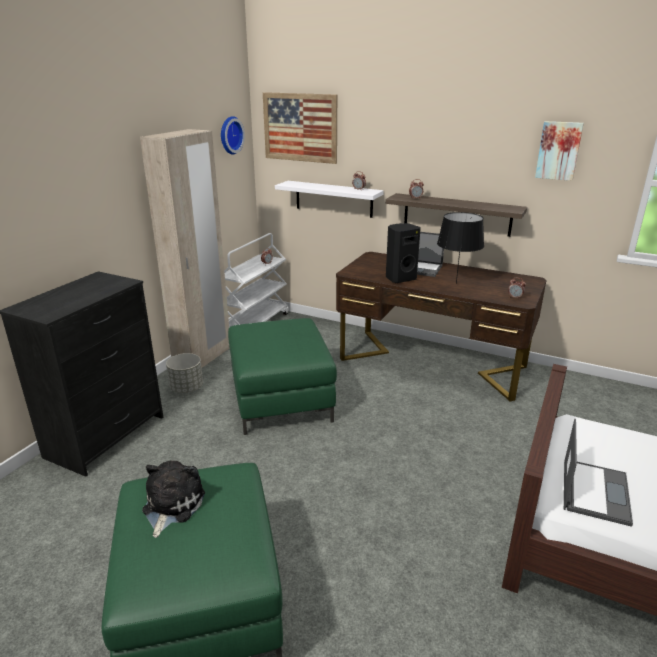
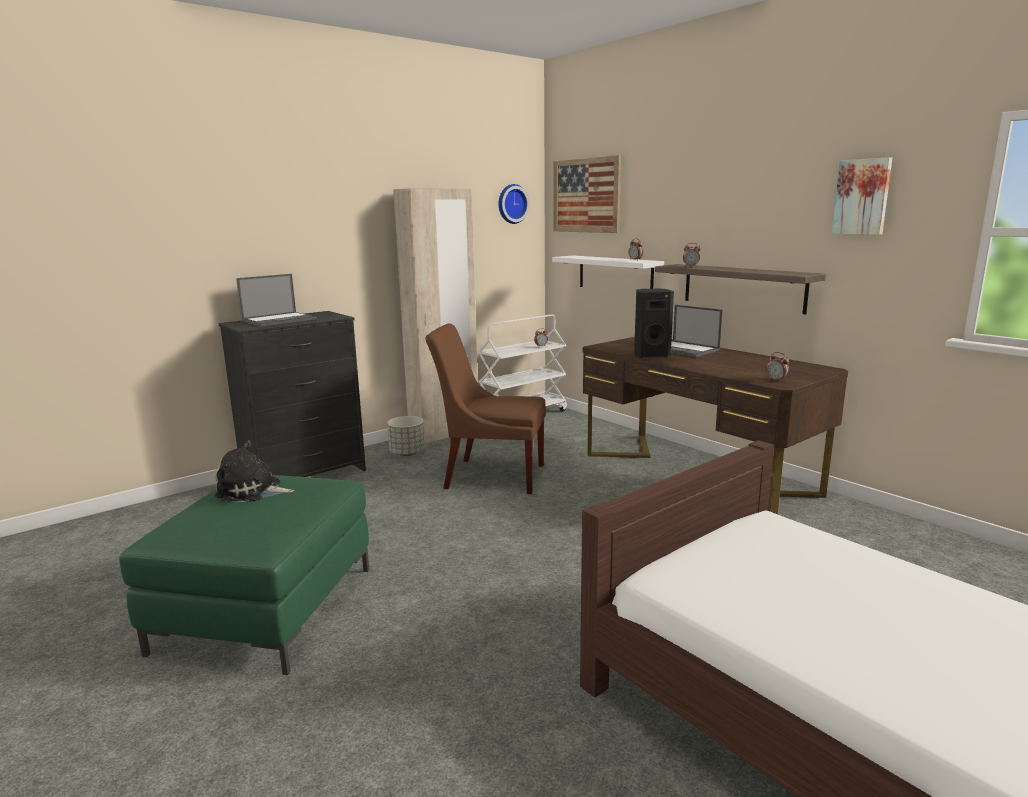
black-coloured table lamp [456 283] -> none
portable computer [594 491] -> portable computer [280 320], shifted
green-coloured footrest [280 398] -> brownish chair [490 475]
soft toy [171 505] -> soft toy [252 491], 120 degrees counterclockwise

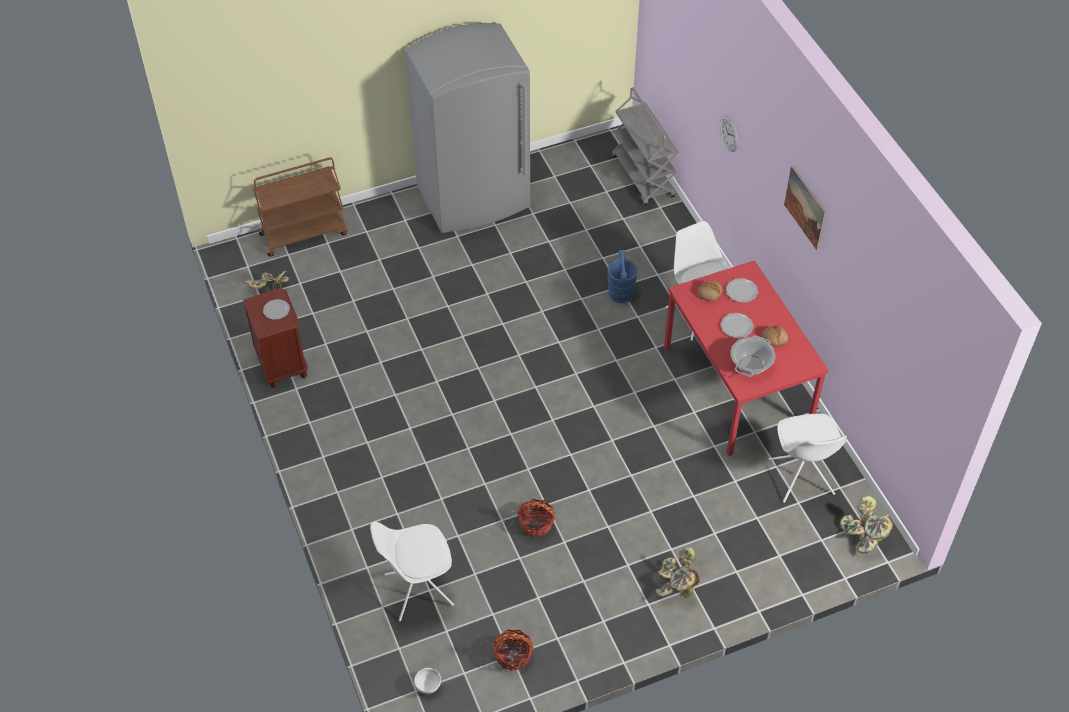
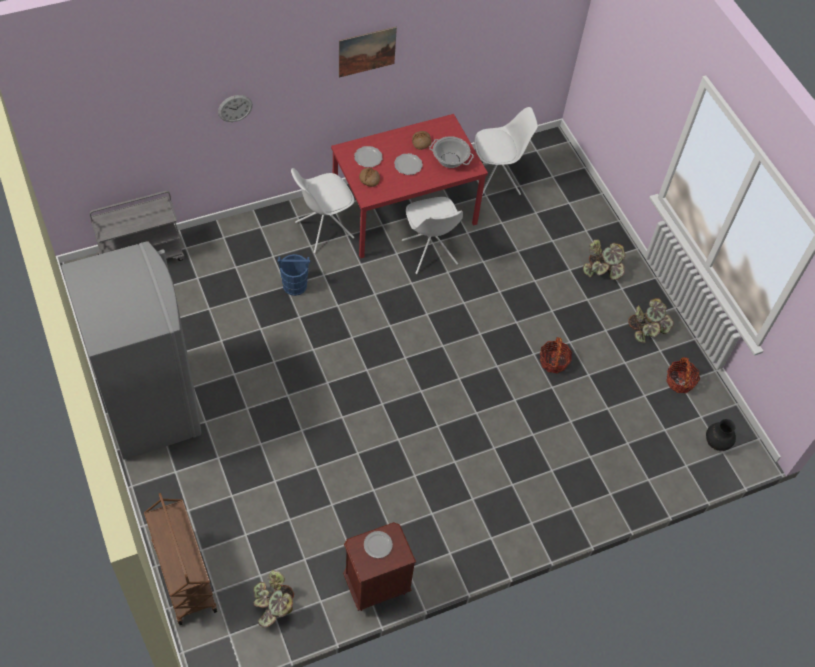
whitish chair [417 590] -> whitish chair [429 253], shifted
potted plant [864 536] -> potted plant [647 328], shifted
whitish deep dish [428 686] -> black-coloured decorative vase [716 442]

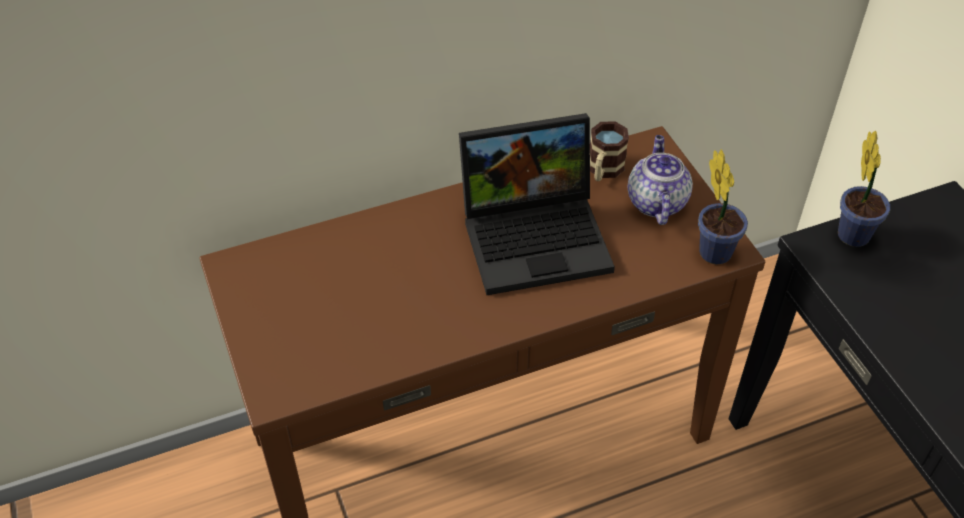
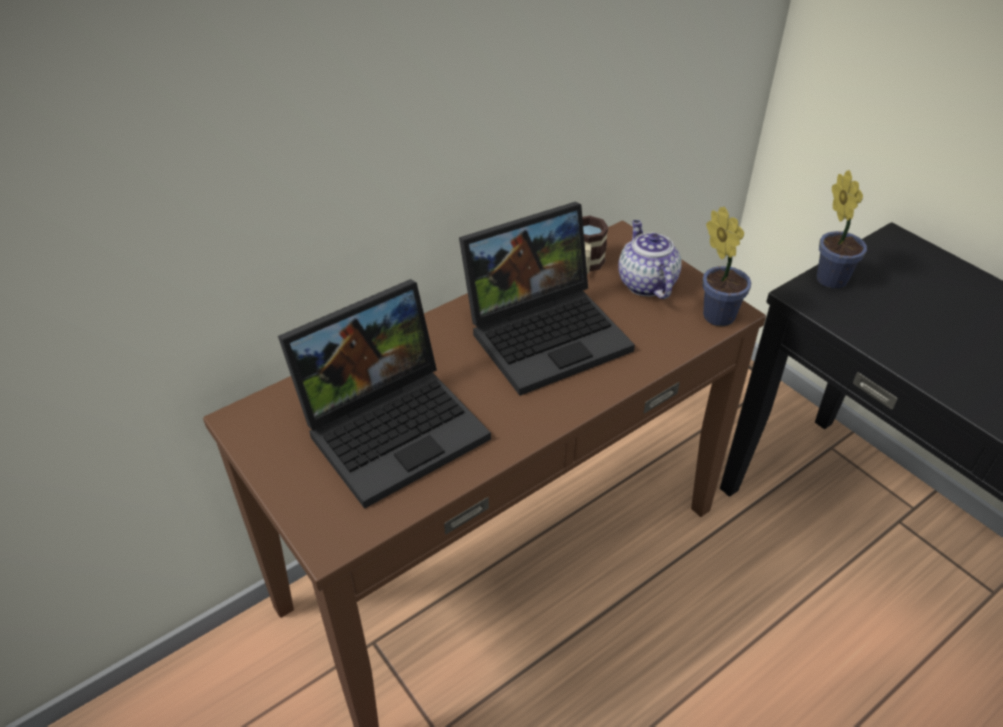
none -> portable computer [395 425]

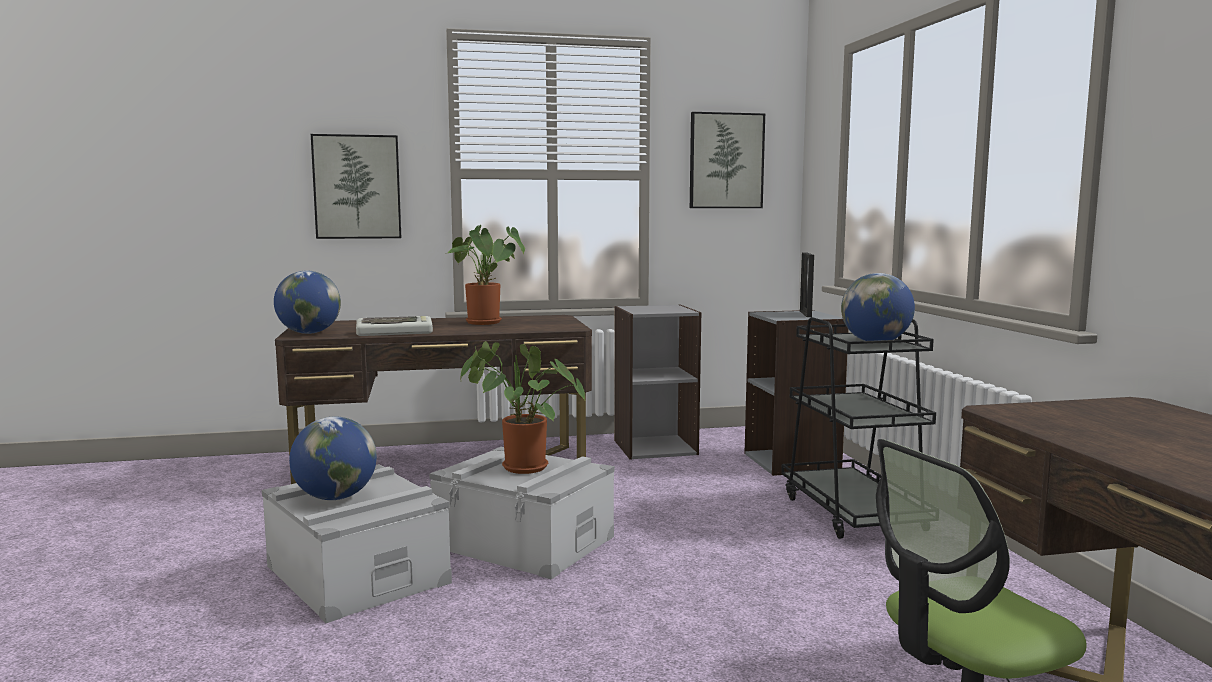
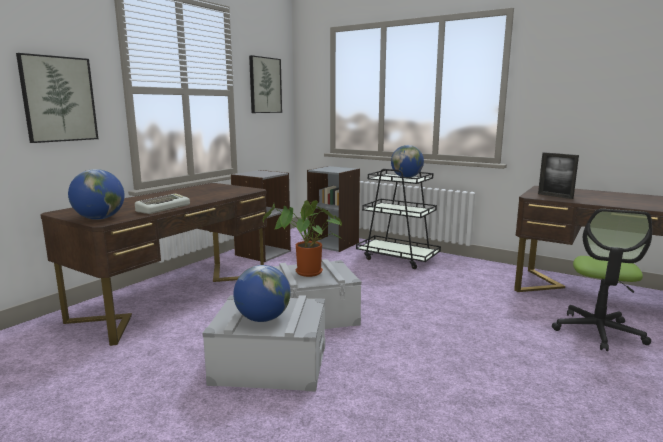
potted plant [487 323] -> none
photo frame [805 314] -> photo frame [555 196], shifted

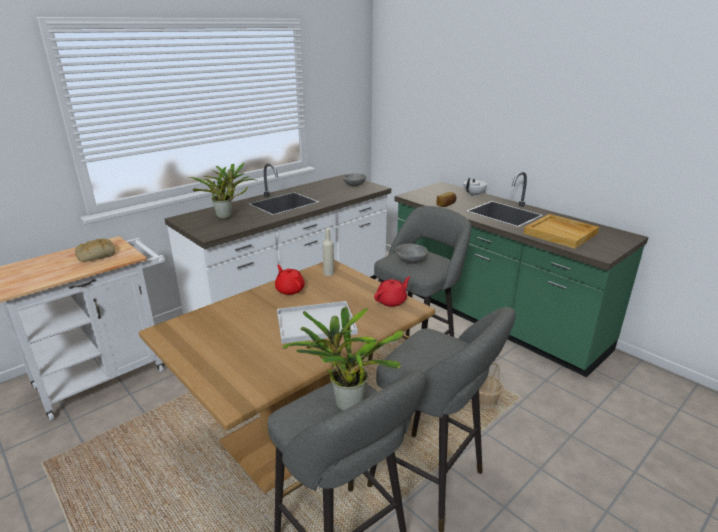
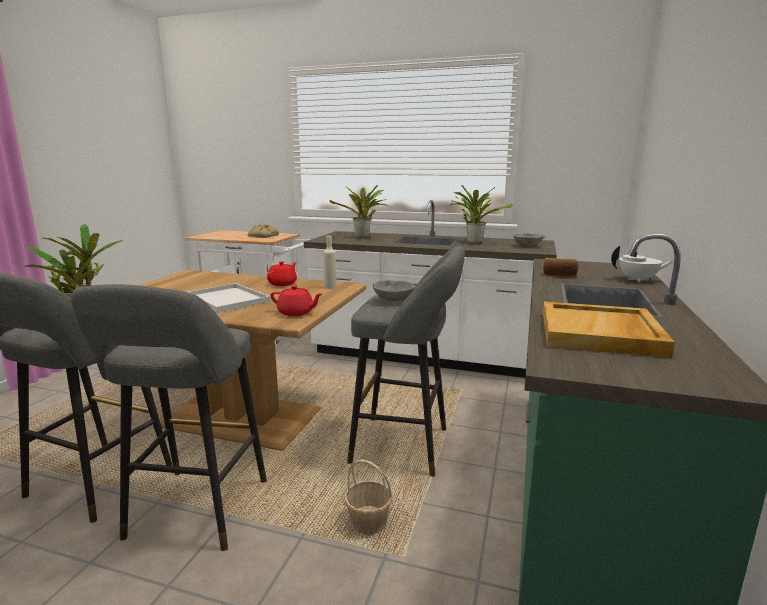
none -> potted plant [473 242]

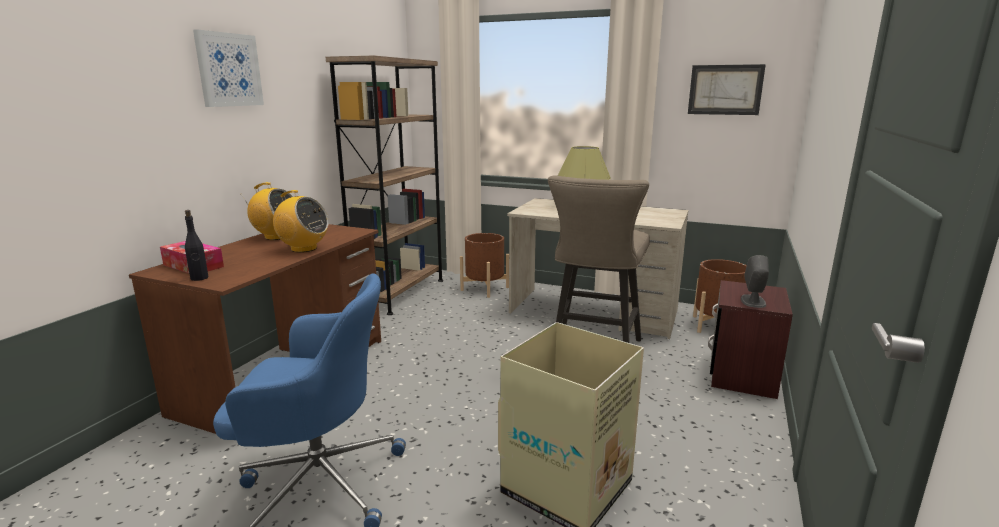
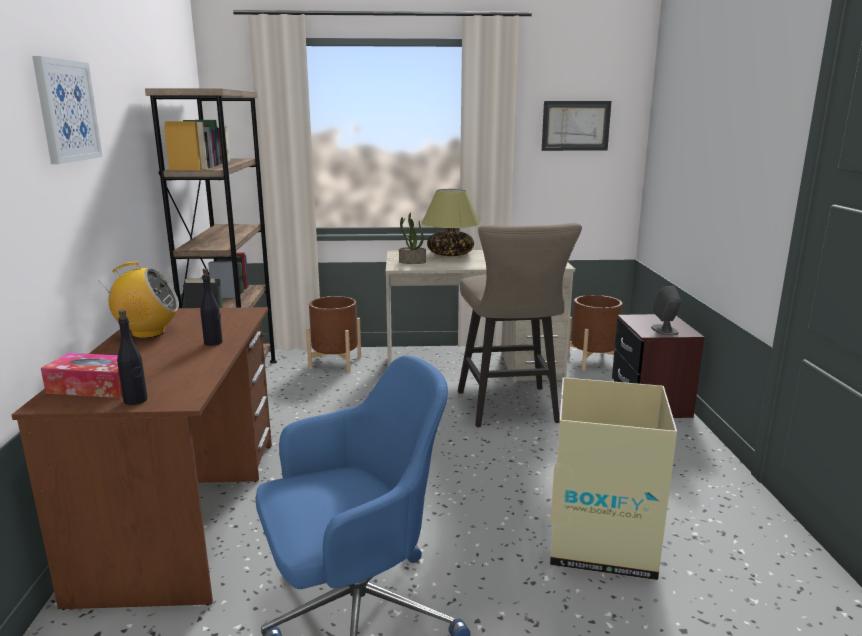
none -> potted plant [412 262]
radio [303 249] -> black-coloured drink bottle [213 343]

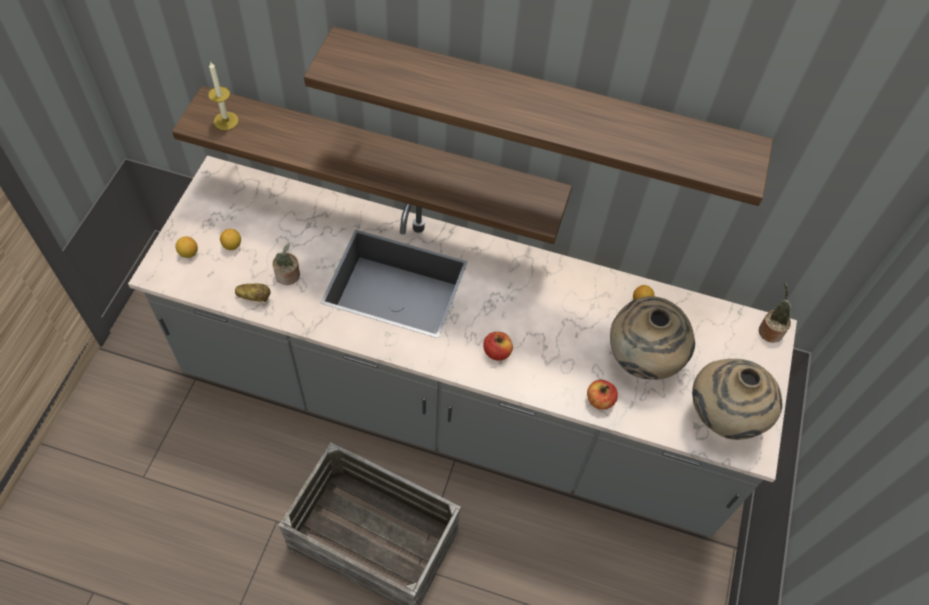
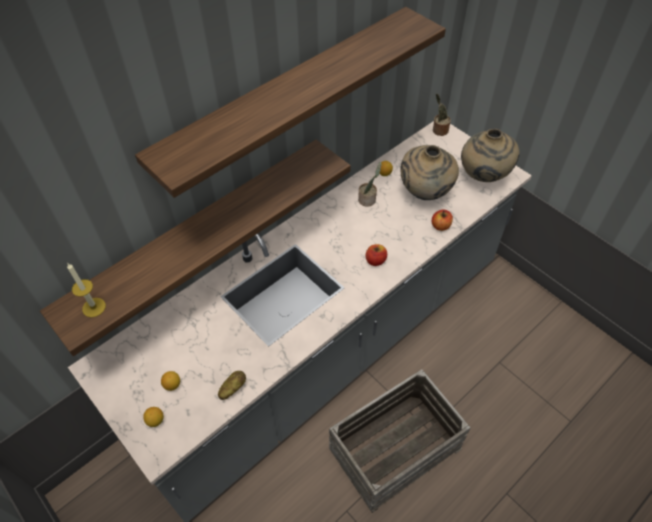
potted plant [288 276] -> potted plant [368 200], shifted

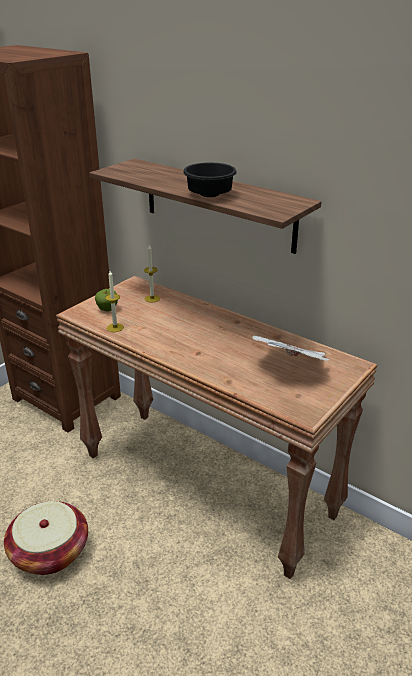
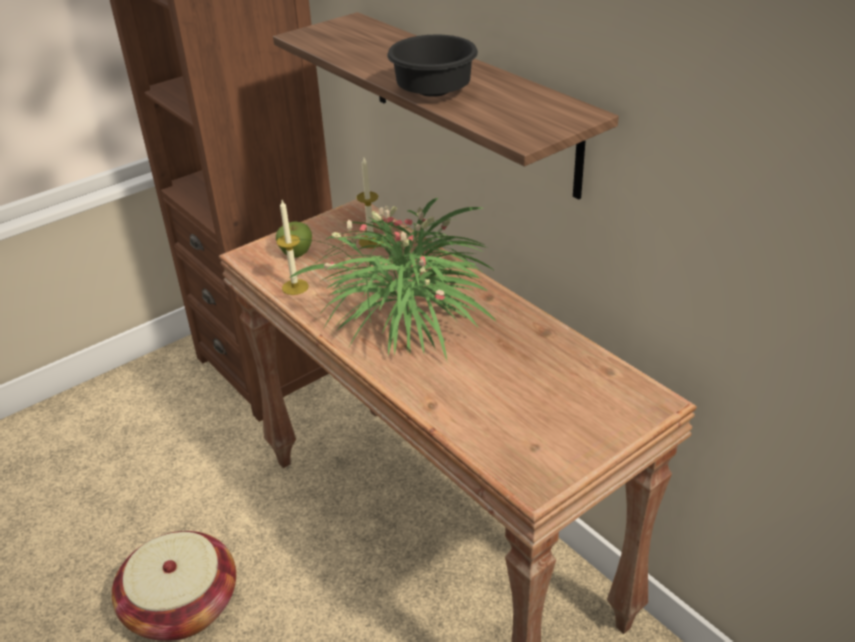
daily paper [293 366] -> none
none -> potted plant [405 315]

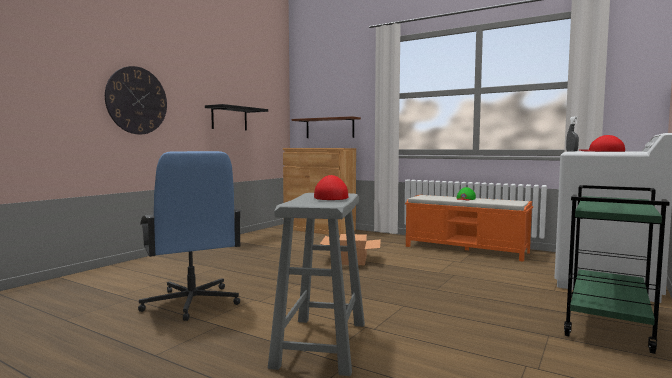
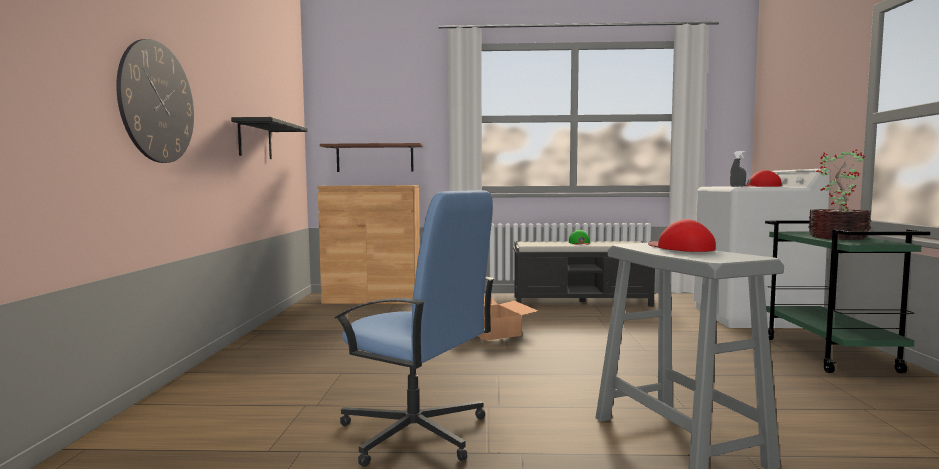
none -> potted plant [838 237]
orangey indoor bench [466 249] -> black-coloured indoor bench [582 301]

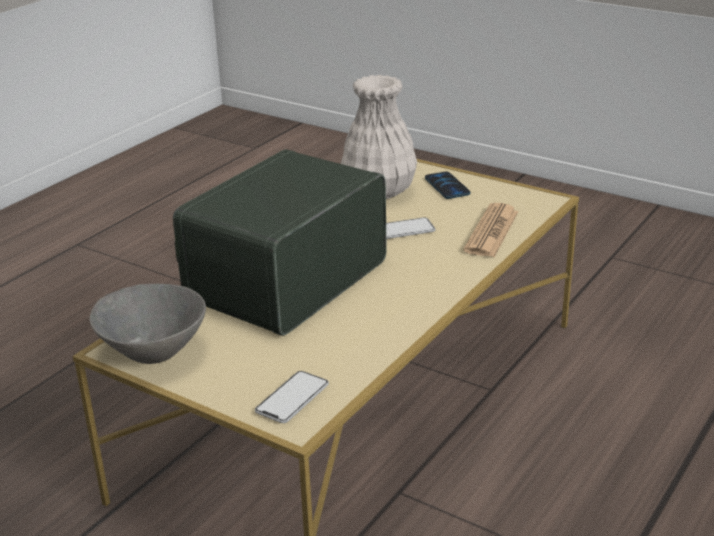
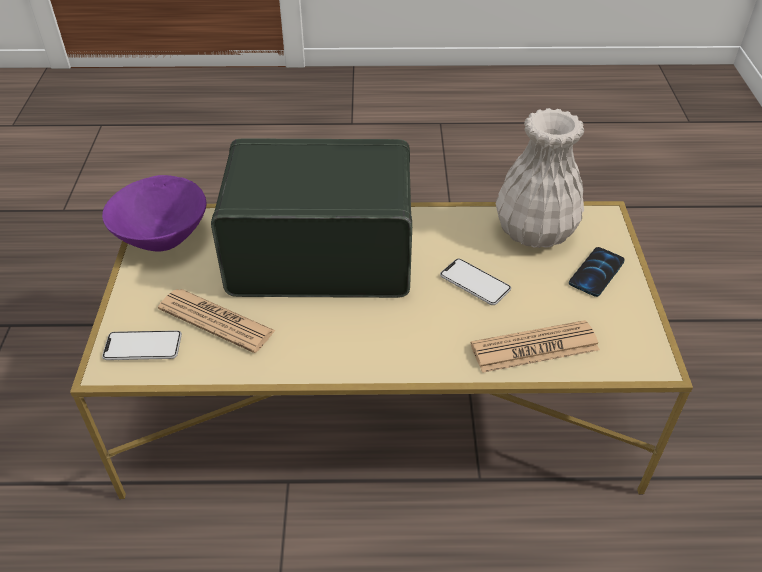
none -> daily paper [216 320]
grey deep dish [153 351] -> purplish deep dish [164 237]

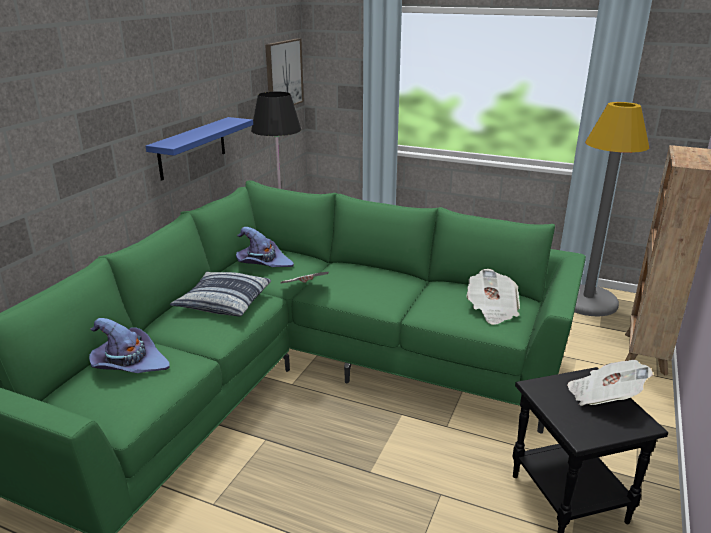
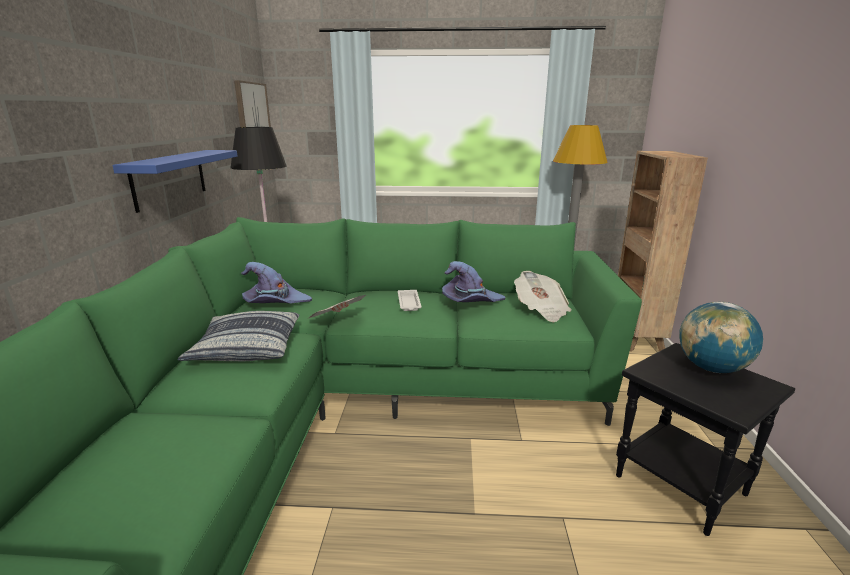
none -> whitish carrying tray [409 303]
purplish clothing hat [129 364] -> purplish clothing hat [470 301], shifted
daily paper [603 397] -> world globe [711 368]

